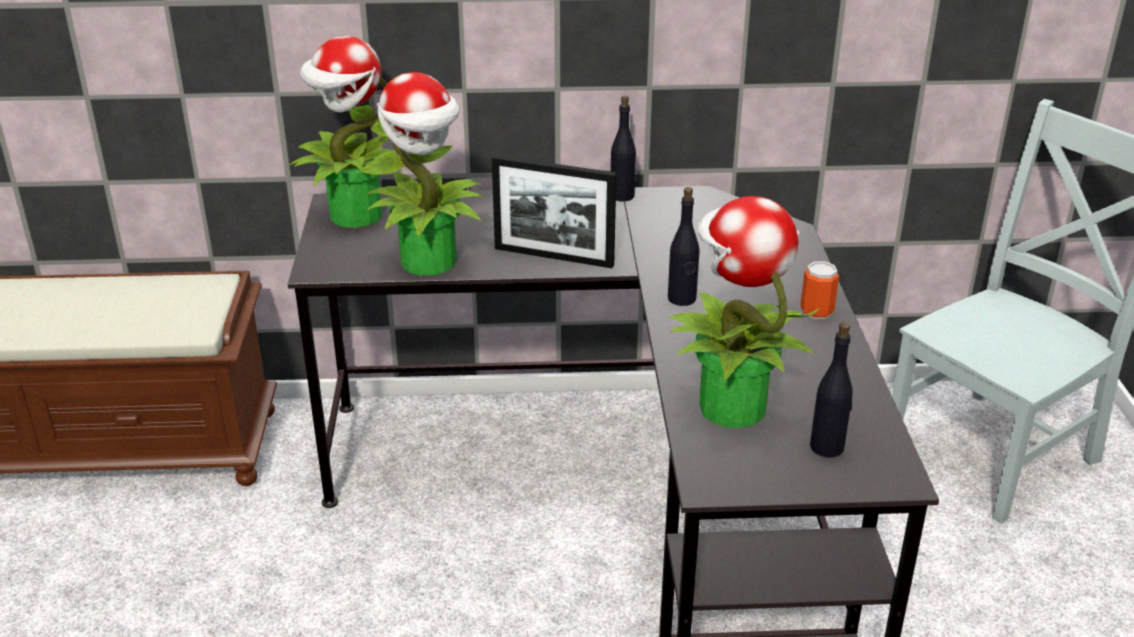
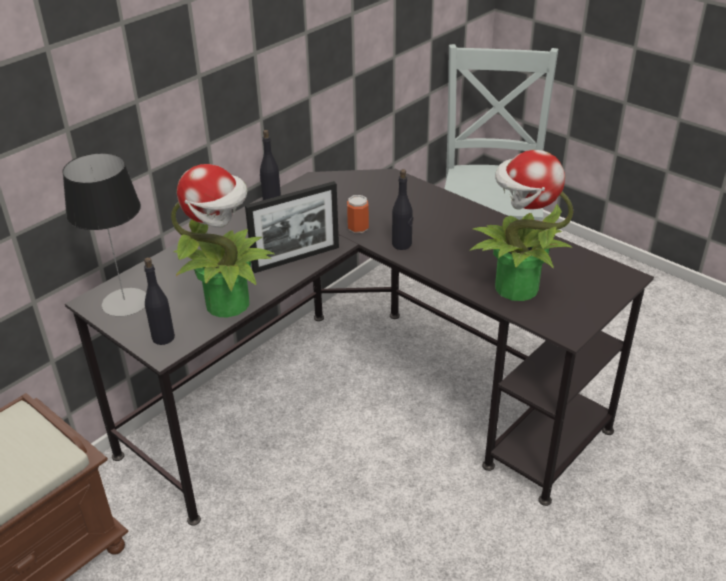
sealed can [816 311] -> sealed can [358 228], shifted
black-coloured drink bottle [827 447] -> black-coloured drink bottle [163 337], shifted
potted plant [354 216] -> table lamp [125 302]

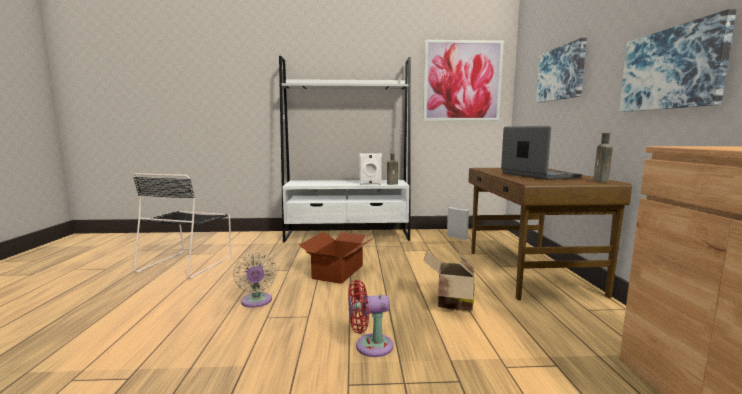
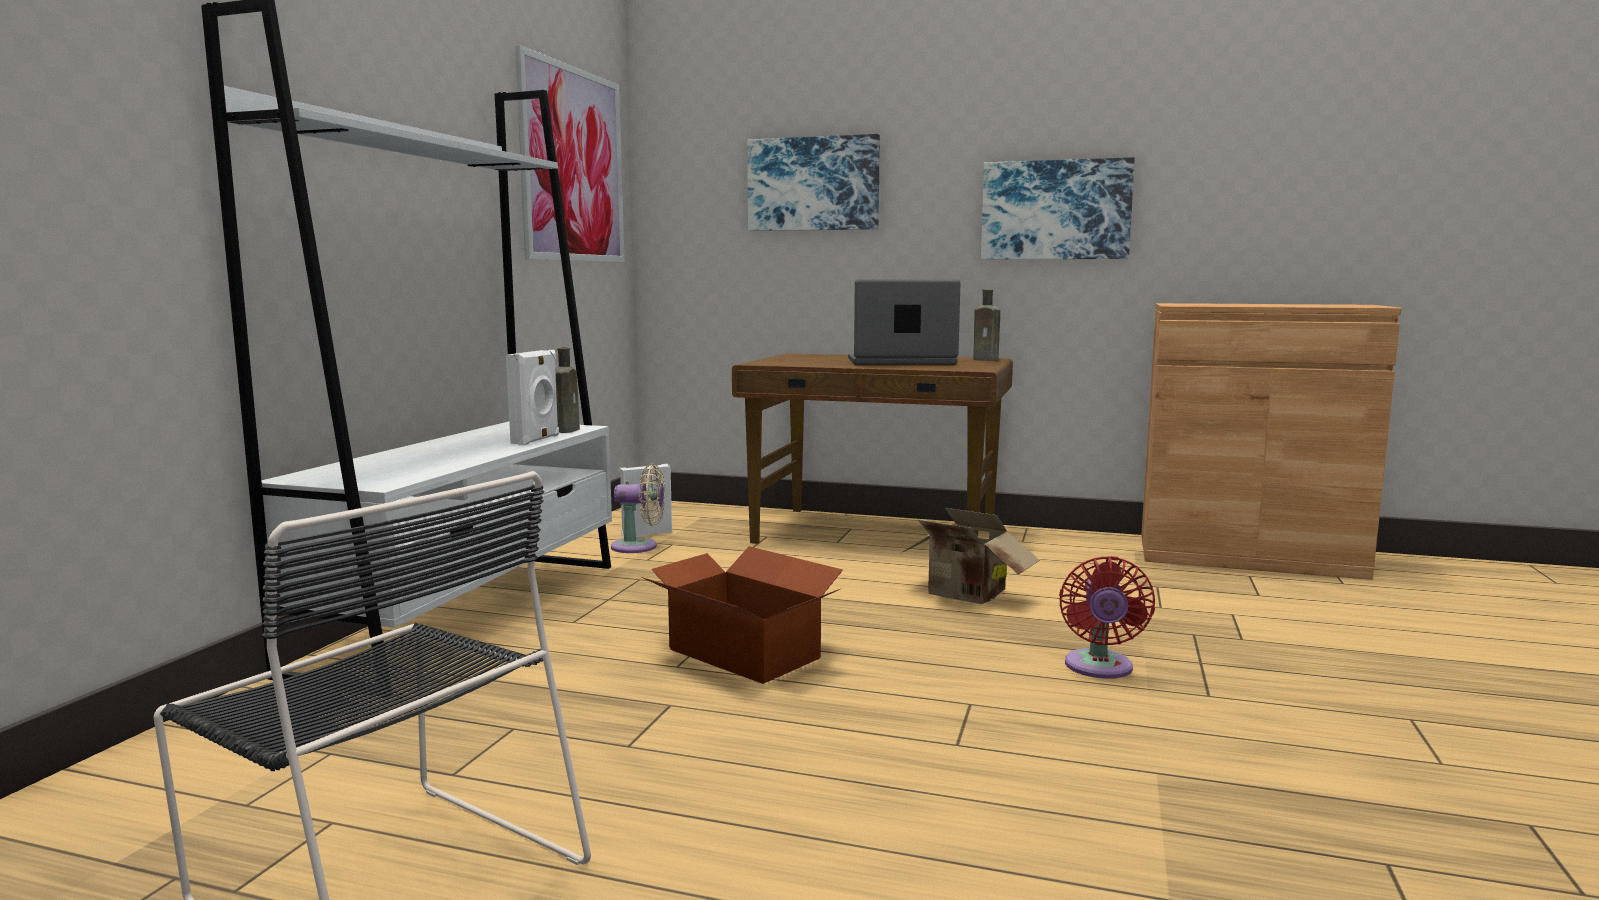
beige fan [256 302] -> beige fan [639 547], shifted

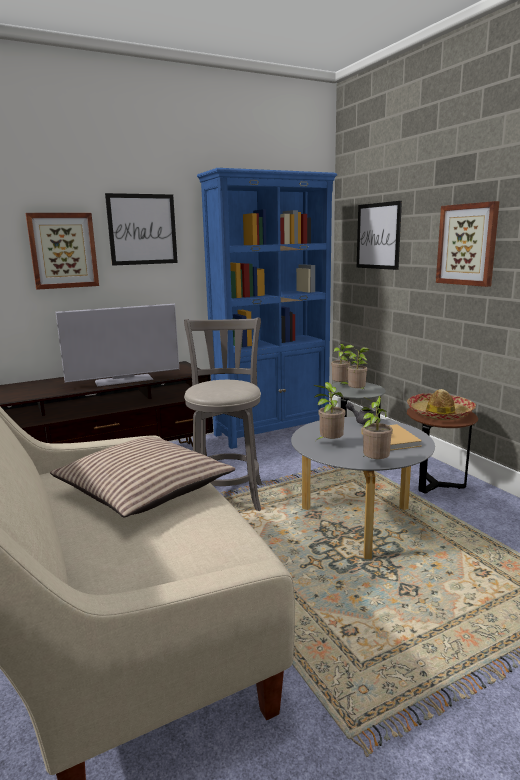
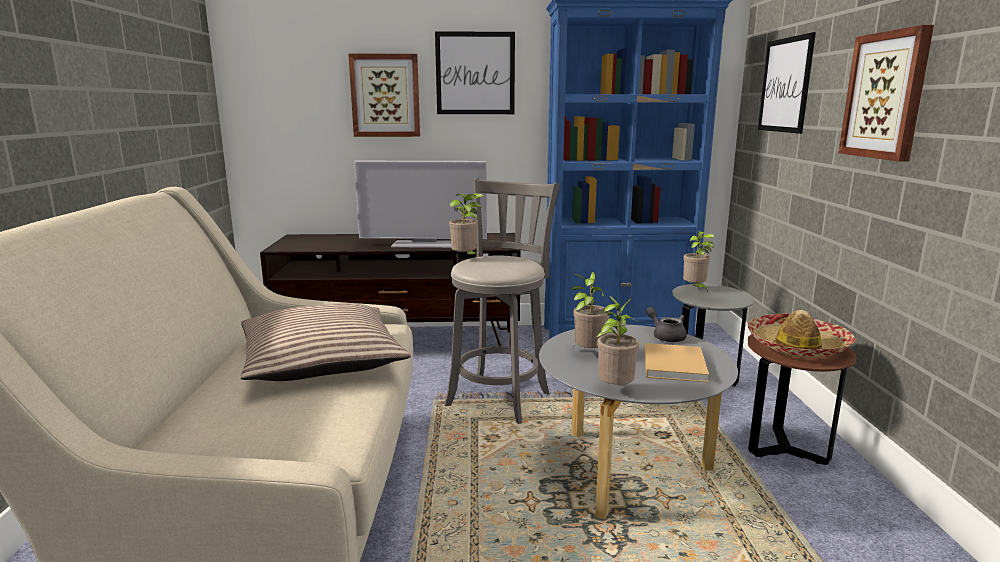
potted plant [357 392] -> potted plant [466 258], shifted

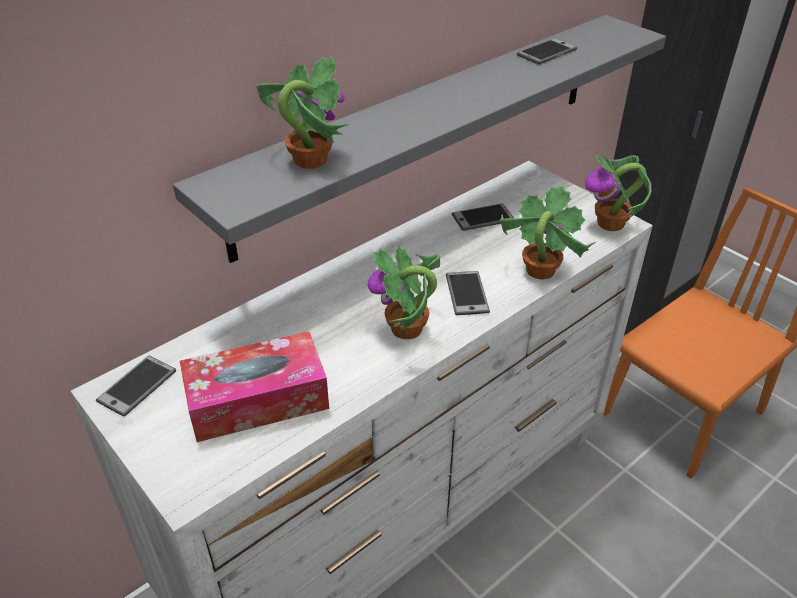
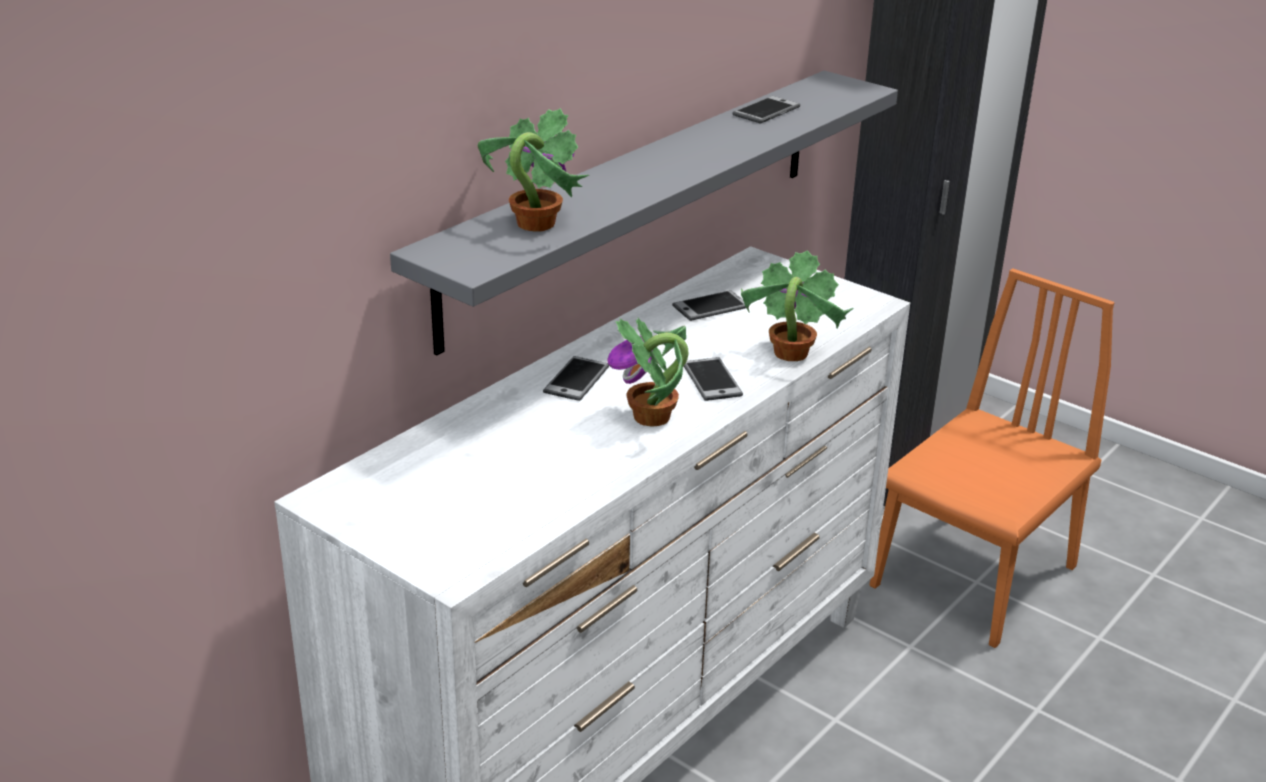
tissue box [257 400] -> none
potted plant [611 224] -> none
telephone [137 386] -> telephone [576 380], shifted

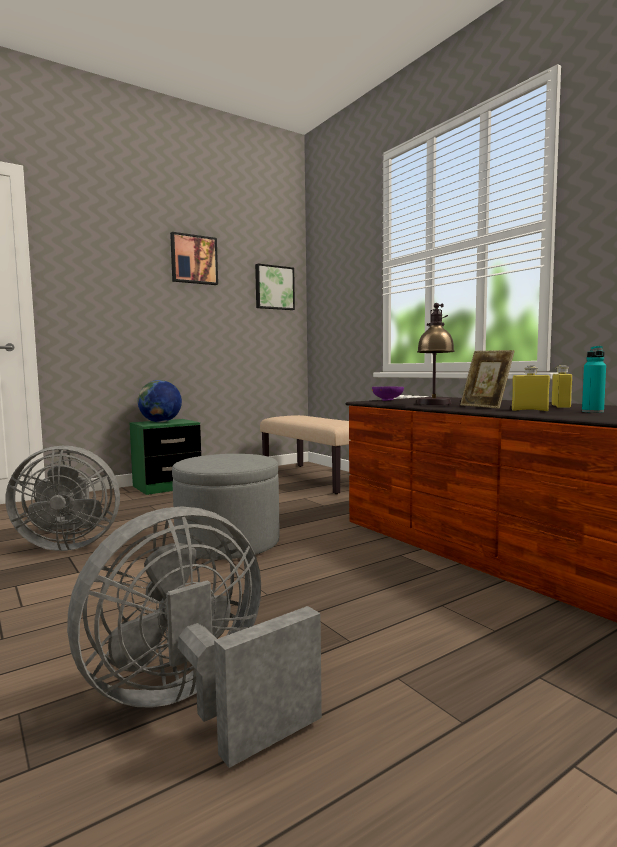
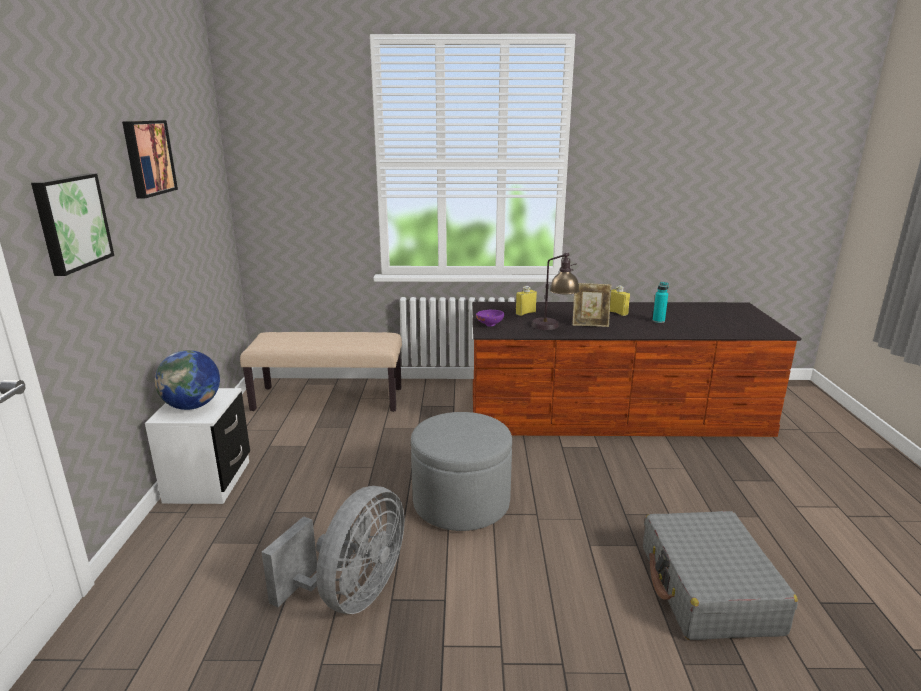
wall art [274 287] -> wall art [71 222], shifted
yellow-coloured drink bottle [529 410] -> yellow-coloured drink bottle [525 313], shifted
grey fan [194 705] -> grey travel case [708 589]
green-coloured night table [167 486] -> whitish night table [209 481]

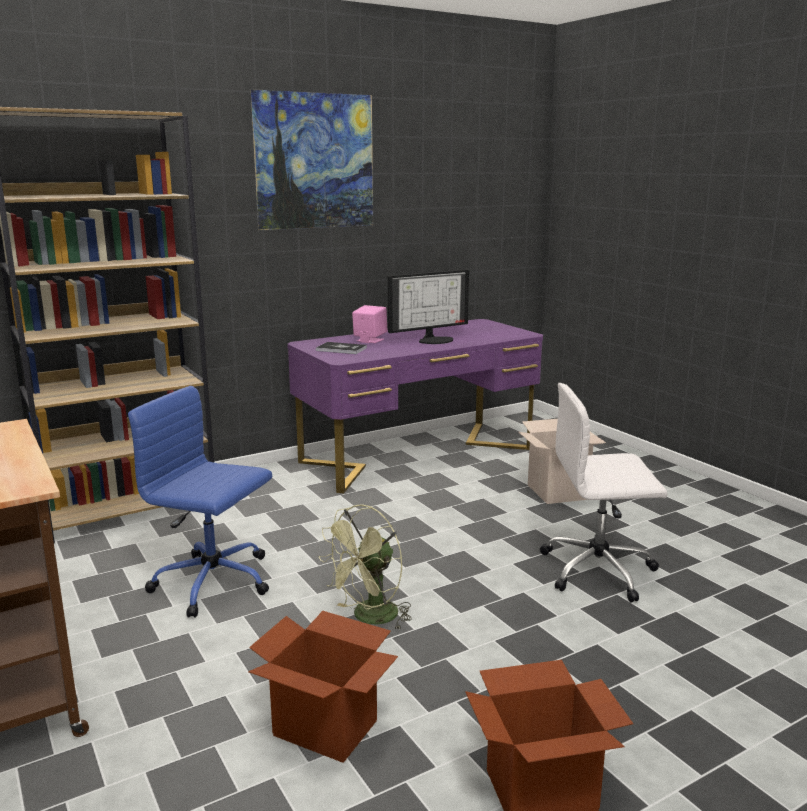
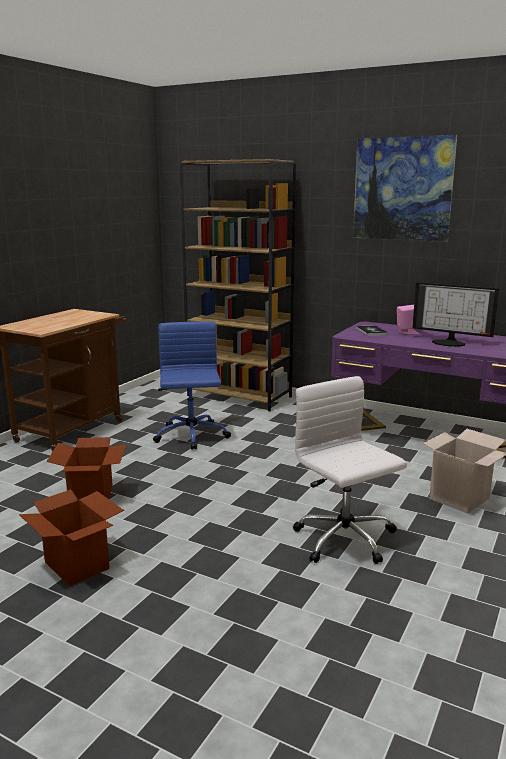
green-coloured fan [369 618] -> none

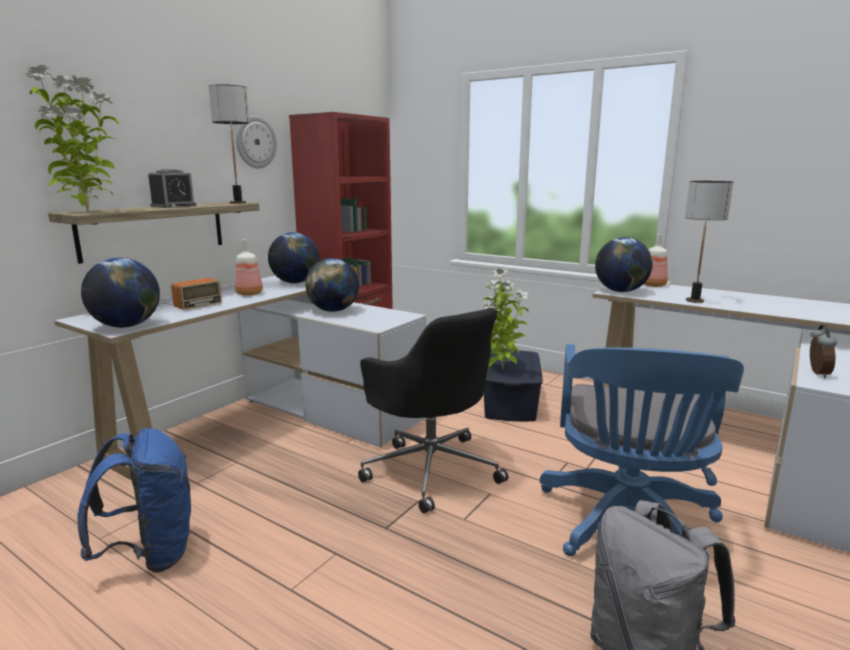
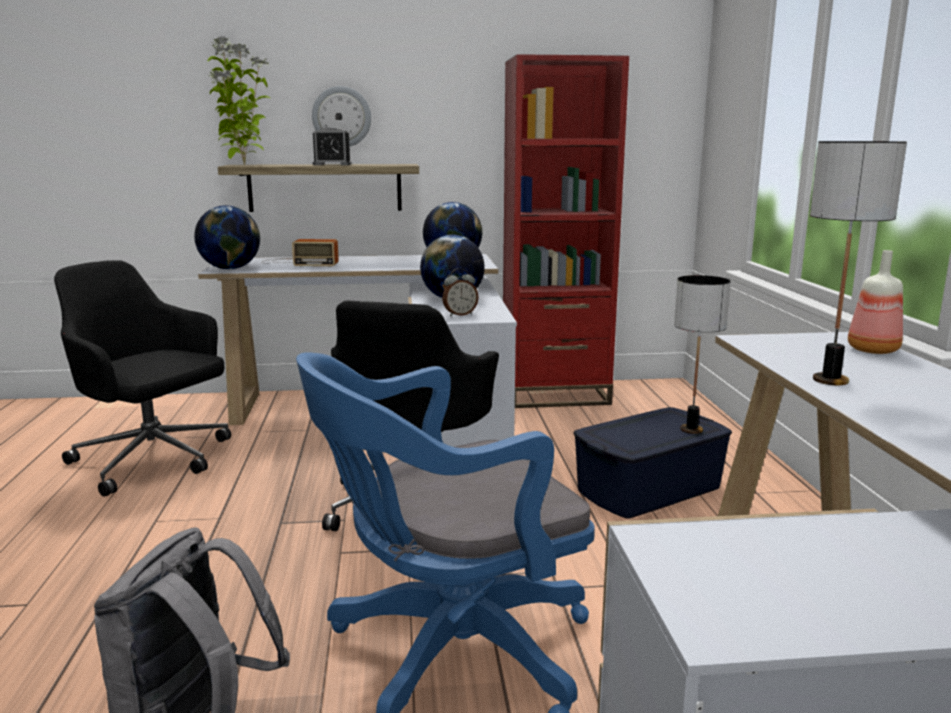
drink bottle [249 293] -> none
potted plant [501 370] -> none
world globe [620 291] -> none
table lamp [237 203] -> table lamp [691 430], shifted
hanging clock [255 142] -> hanging clock [341 117], shifted
bedside clock [816 373] -> bedside clock [460 314], shifted
bluish rucksack [151 554] -> black-coloured office chair [153 460]

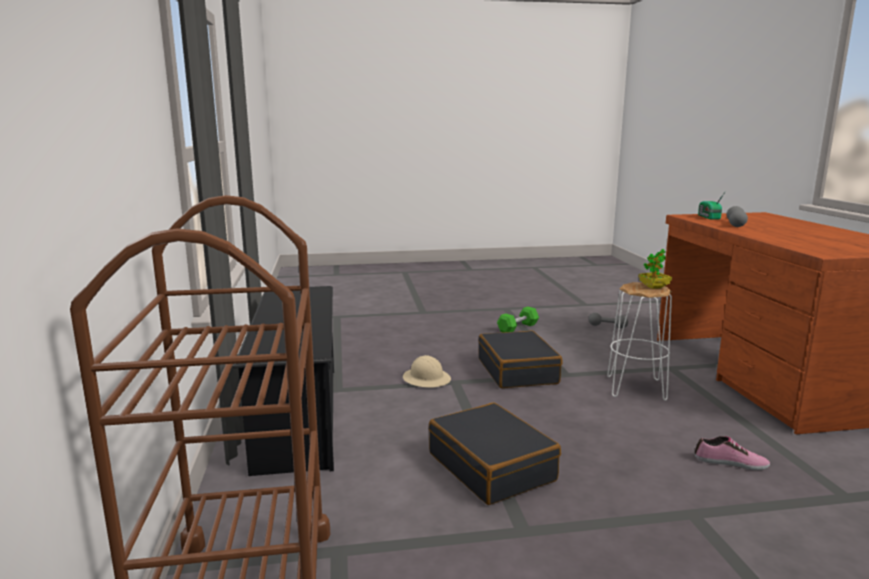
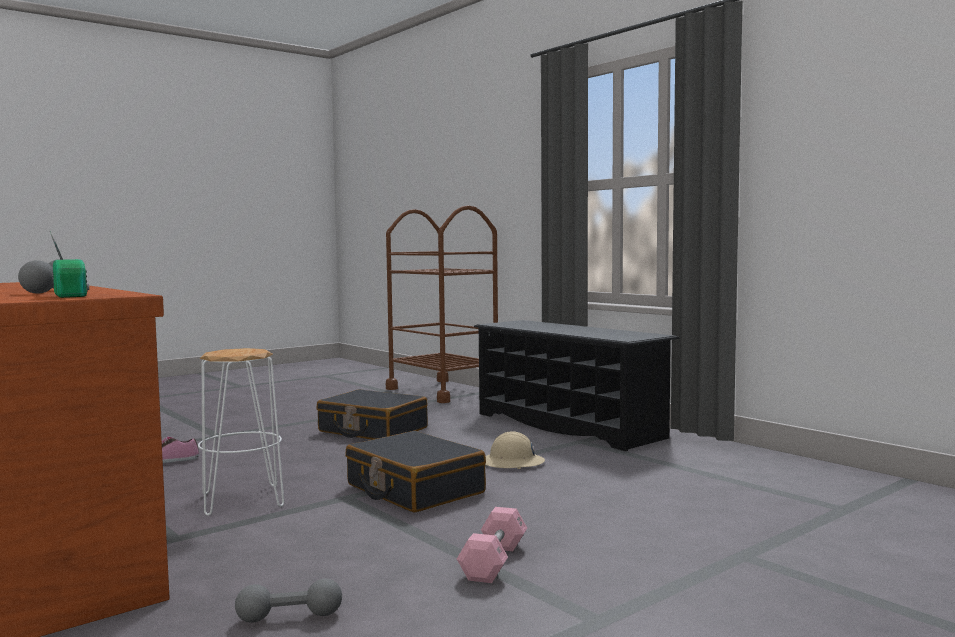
potted plant [654 287] -> none
green-coloured dumbbell [517 328] -> pink-coloured dumbbell [493 561]

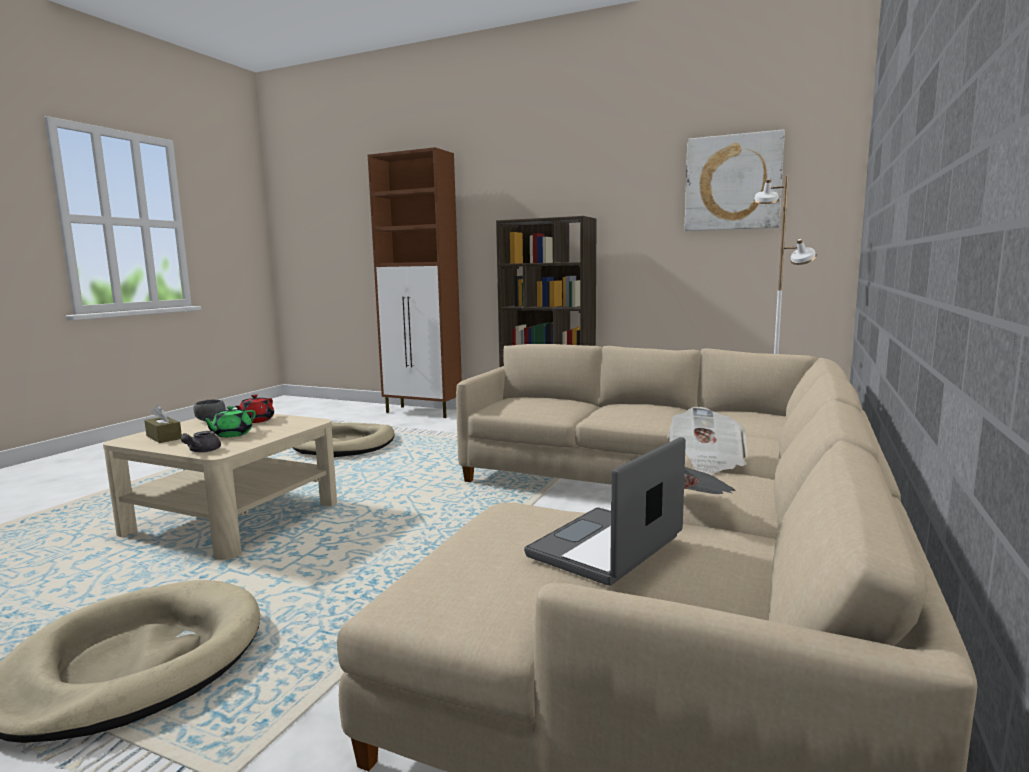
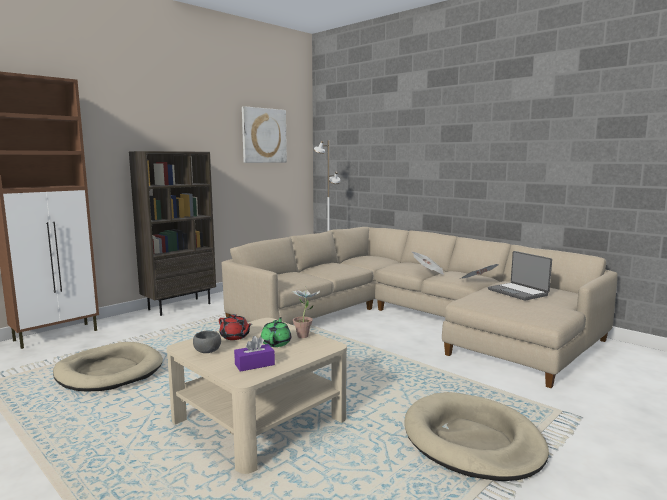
grey tea pot [201 451] -> none
none -> potted plant [305 335]
brownish tissue box [164 437] -> purplish tissue box [254 364]
green-coloured tea pot [231 434] -> green-coloured tea pot [276 343], 135 degrees counterclockwise

